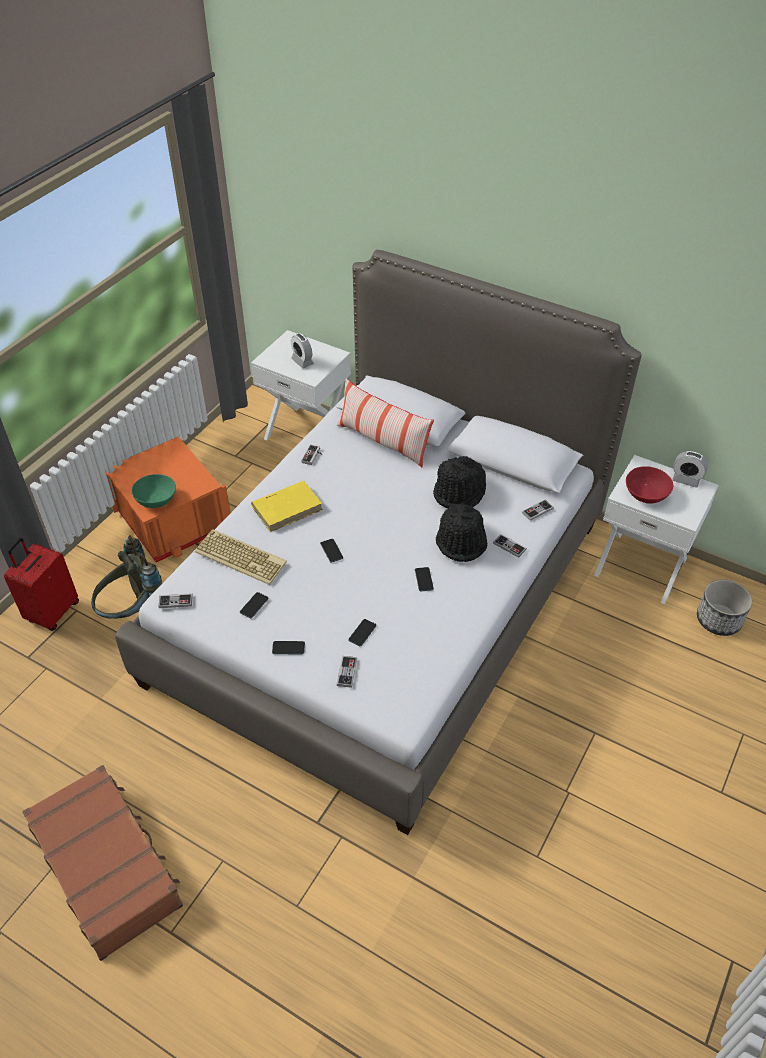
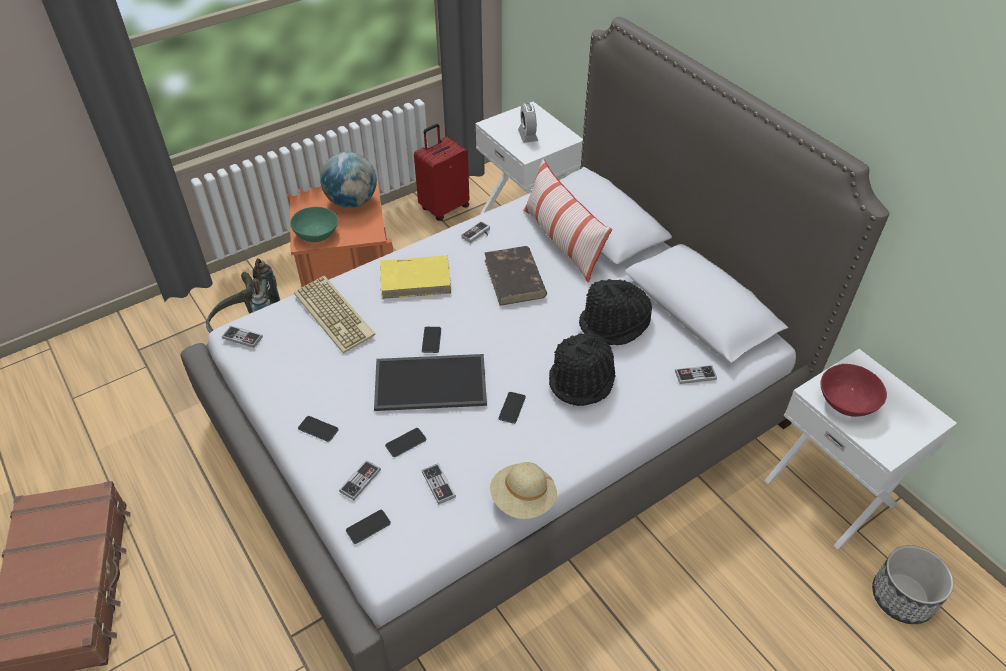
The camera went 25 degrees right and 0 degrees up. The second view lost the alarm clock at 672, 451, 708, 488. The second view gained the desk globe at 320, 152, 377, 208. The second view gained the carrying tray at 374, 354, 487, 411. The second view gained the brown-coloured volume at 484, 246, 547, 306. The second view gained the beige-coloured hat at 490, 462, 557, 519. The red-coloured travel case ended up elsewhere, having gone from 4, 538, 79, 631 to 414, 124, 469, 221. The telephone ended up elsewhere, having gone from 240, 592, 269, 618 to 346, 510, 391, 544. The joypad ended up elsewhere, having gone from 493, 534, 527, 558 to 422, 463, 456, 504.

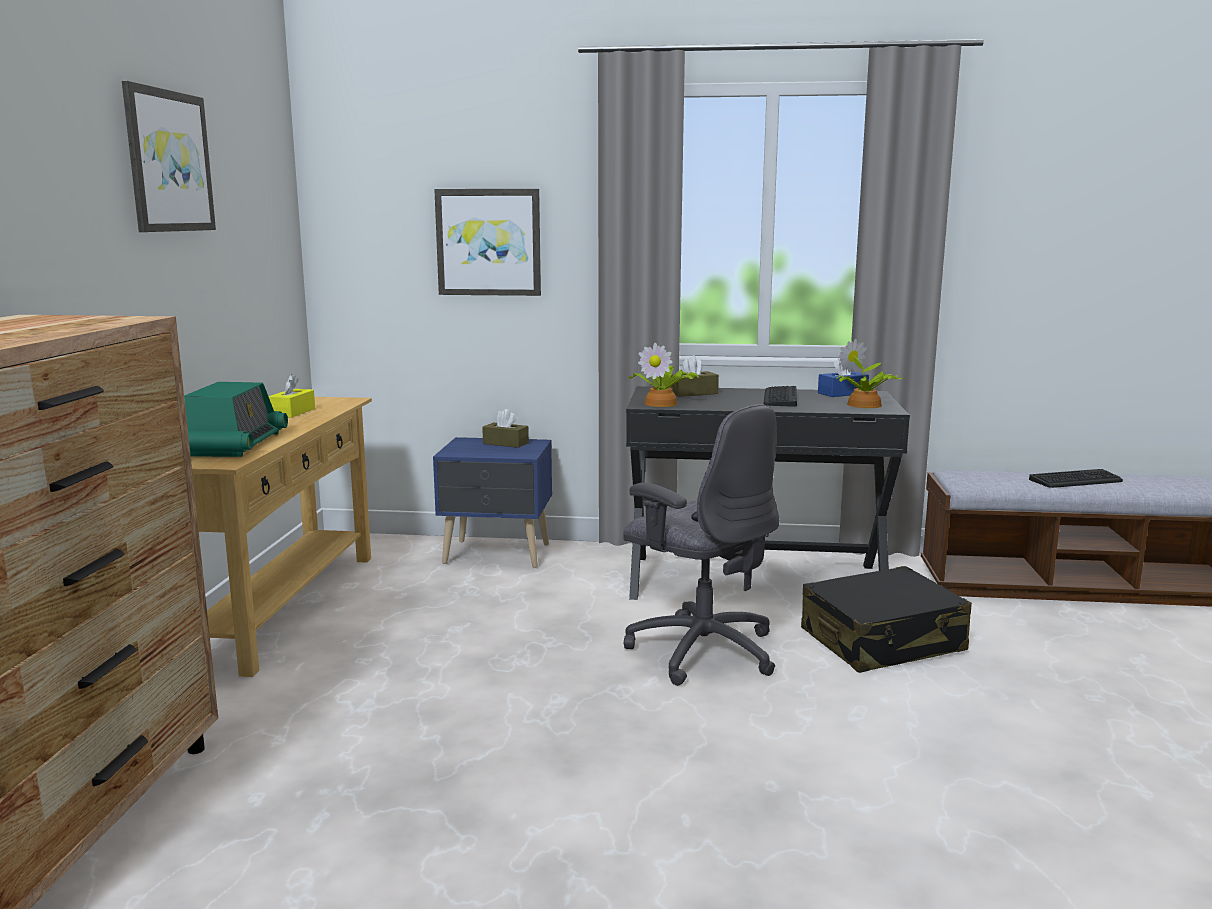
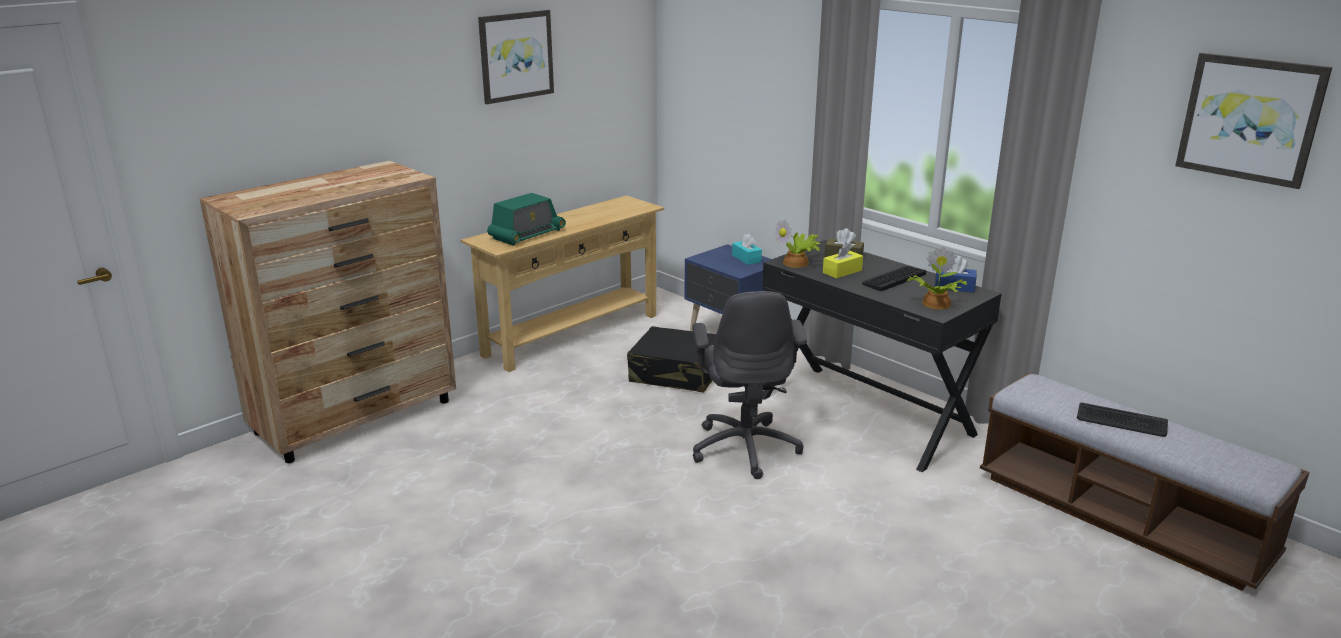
The camera went 40 degrees right and 10 degrees up. The yellowish tissue holder ended up elsewhere, having gone from 268, 374, 315, 418 to 823, 242, 863, 278. The wall art ended up elsewhere, having gone from 434, 189, 541, 296 to 1175, 53, 1332, 189. The black travel case ended up elsewhere, having gone from 801, 566, 972, 673 to 627, 326, 716, 392. What was the brown-coloured tissue holder at 482, 409, 529, 448 turned into the blue-green tissue holder at 732, 234, 762, 265.

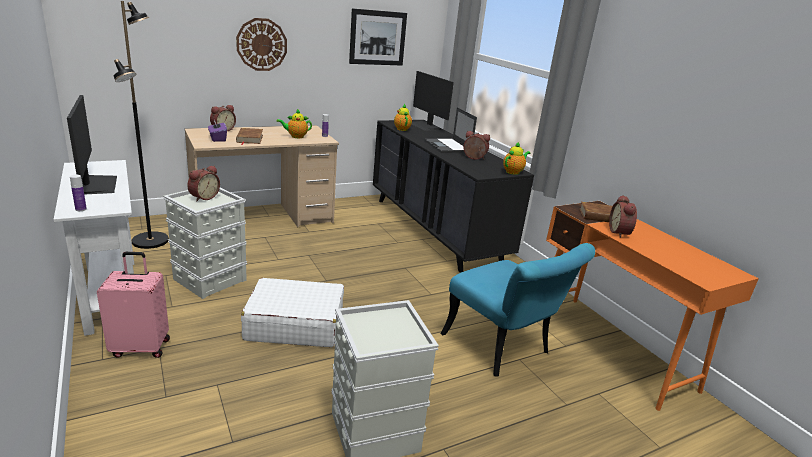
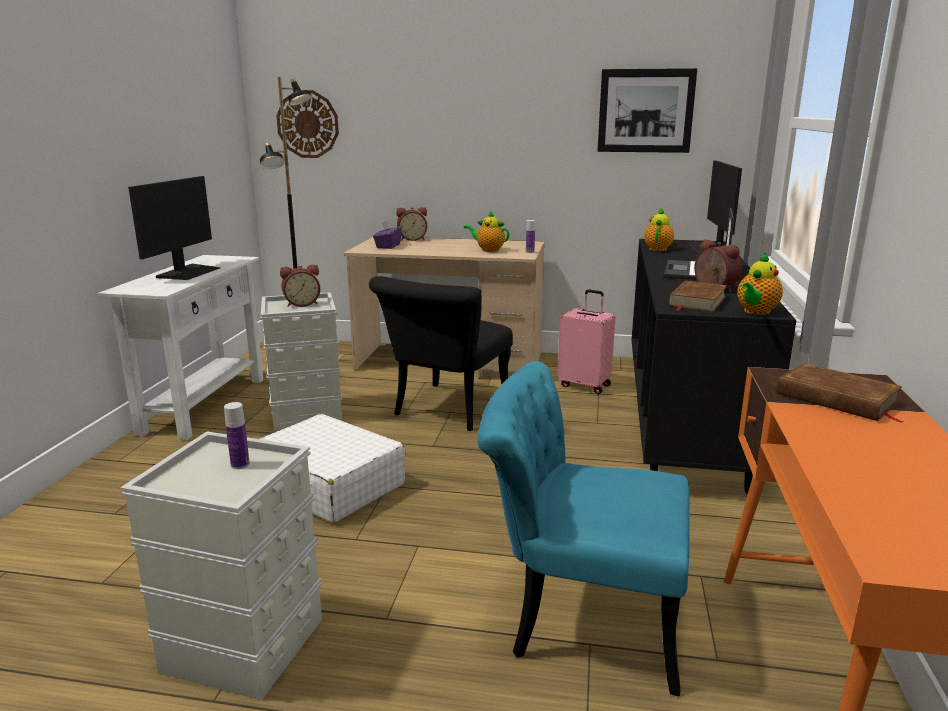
The camera went 40 degrees right and 5 degrees down. The second view lost the alarm clock at 609, 195, 637, 238. The second view gained the black plain chair at 369, 276, 513, 431. The bottle ended up elsewhere, having gone from 70, 175, 87, 211 to 224, 402, 250, 469. The pink-coloured travel case ended up elsewhere, having gone from 97, 252, 170, 358 to 557, 289, 615, 394. The hanging clock ended up elsewhere, having gone from 236, 18, 287, 71 to 276, 90, 339, 158. The brown-coloured volume ended up elsewhere, having gone from 236, 128, 263, 145 to 668, 281, 728, 312. The blue-green plain chair at 440, 243, 595, 377 ended up facing another way, 105 degrees clockwise from before. The teapot at 503, 142, 530, 175 ended up facing another way, 135 degrees clockwise from before.

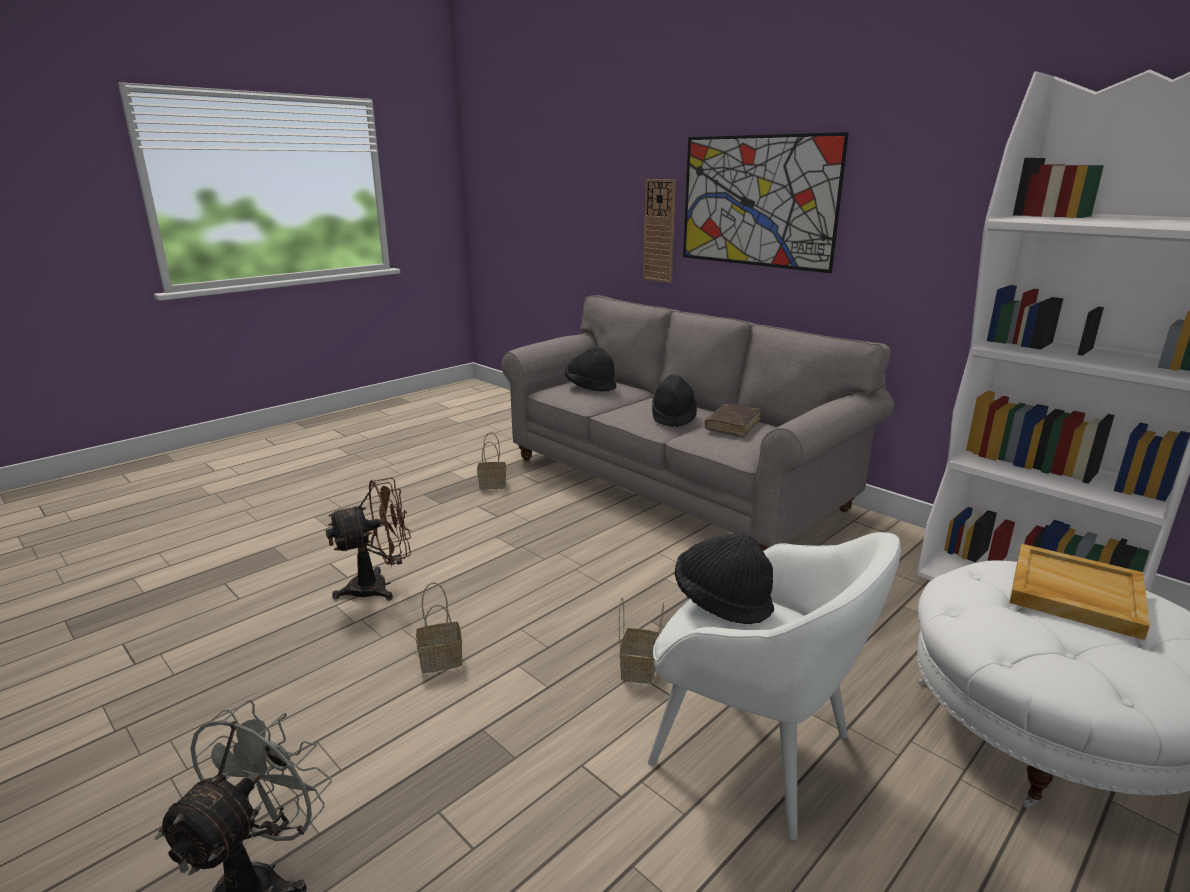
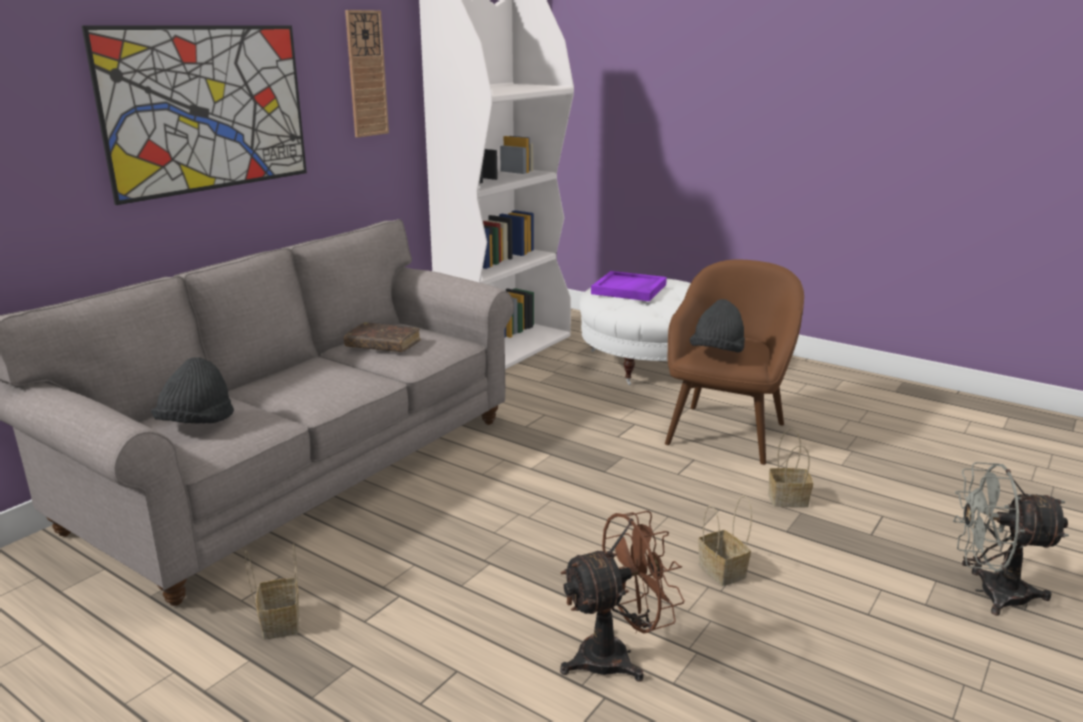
The camera went 100 degrees left and 0 degrees up. The second view lost the black hat at 652, 375, 697, 427. The storage basket ended up elsewhere, having gone from 619, 597, 664, 684 to 768, 429, 813, 508. The hanging clock ended up elsewhere, having gone from 643, 179, 676, 283 to 345, 10, 389, 138. What was the white armchair at 648, 532, 901, 840 turned into the brown-coloured armchair at 665, 260, 804, 465. What was the beige-coloured carrying tray at 1009, 543, 1150, 640 turned into the purple carrying tray at 591, 271, 667, 301. The brown-coloured cooling fan at 326, 477, 411, 600 ended up facing another way, 105 degrees clockwise from before.

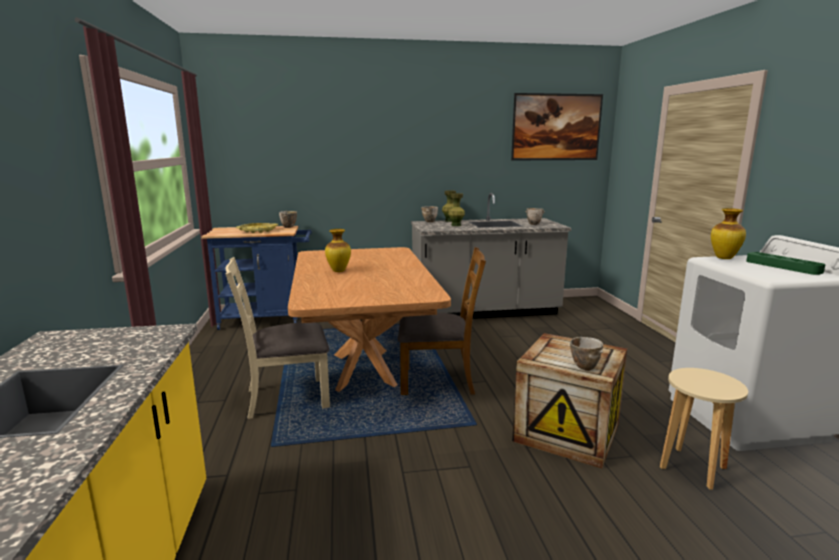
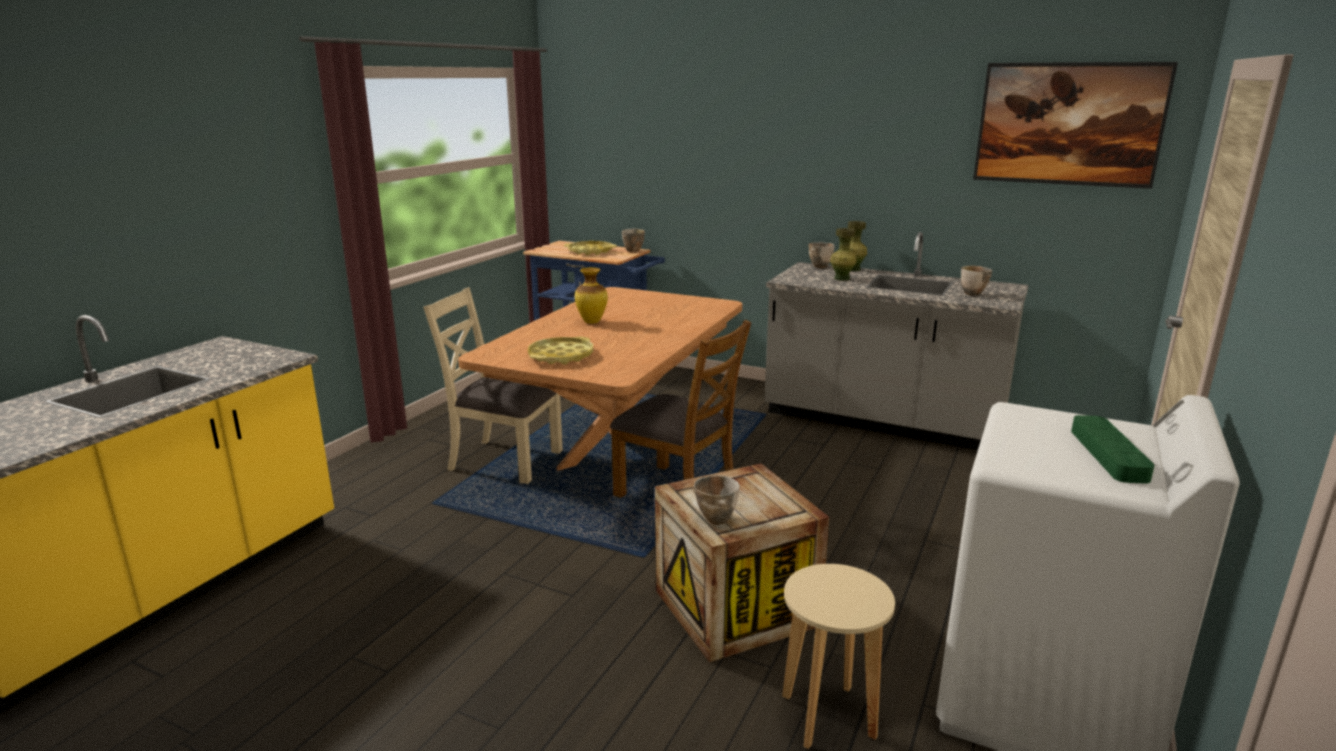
The camera went 35 degrees right and 5 degrees up. The second view lost the flower vase at 711, 208, 746, 259. The second view gained the yellowish carrying tray at 528, 337, 593, 365.

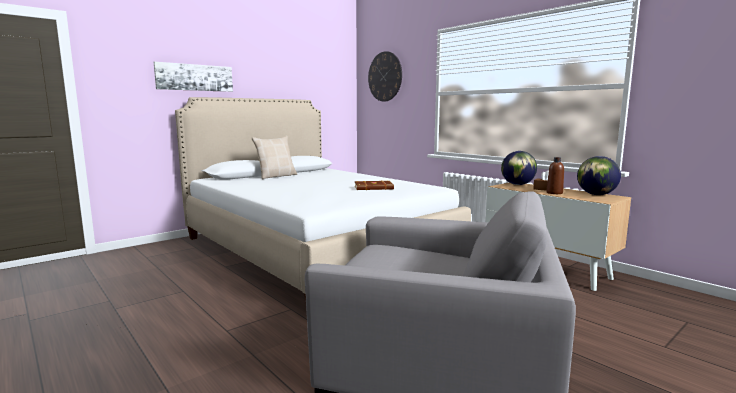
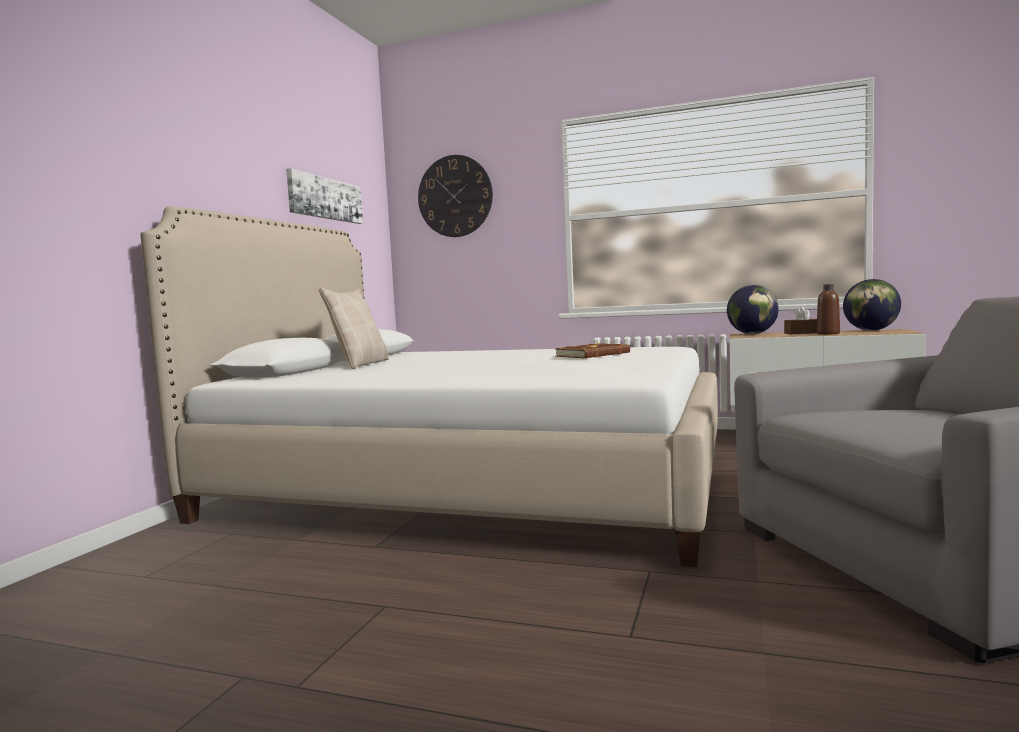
The camera went 30 degrees left and 5 degrees down. The wall art ended up elsewhere, having gone from 154, 62, 233, 92 to 286, 168, 363, 224.

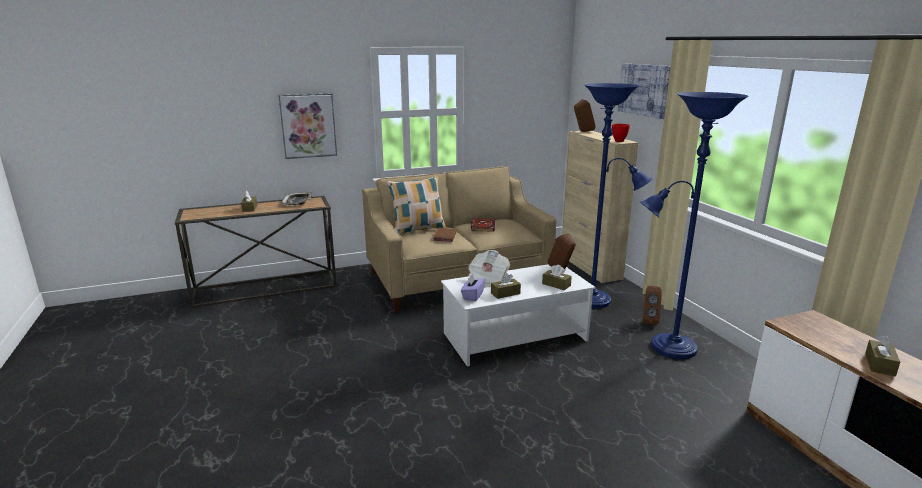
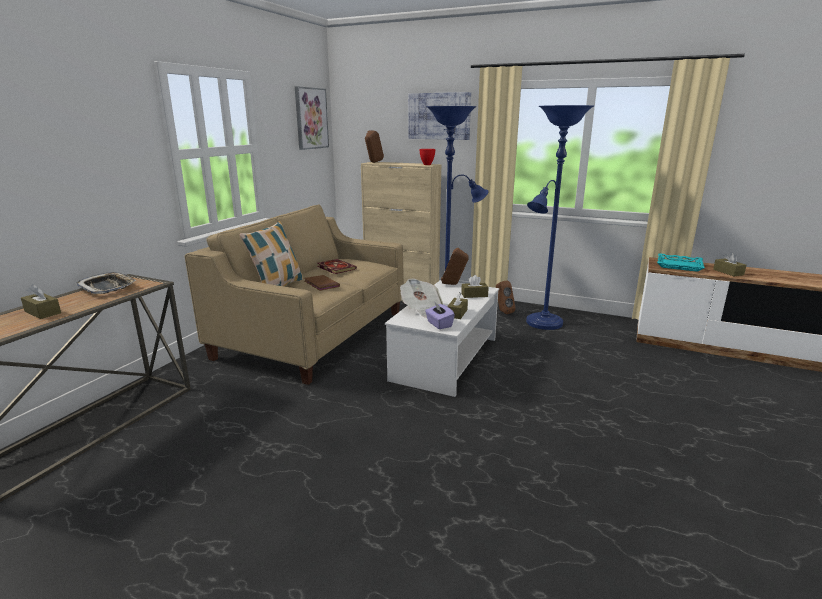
The camera went 45 degrees left and 0 degrees up. The second view gained the blue-green carrying tray at 657, 253, 705, 272. The wall art ended up elsewhere, having gone from 278, 93, 337, 159 to 295, 86, 329, 150.

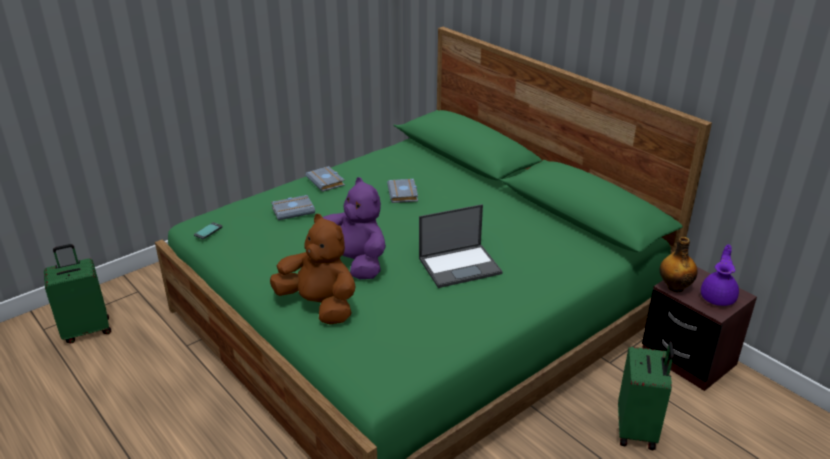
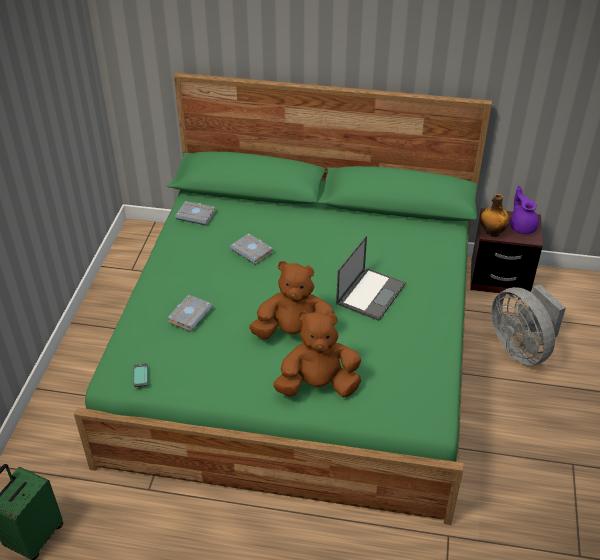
The camera went 40 degrees left and 10 degrees up. The greyish volume ended up elsewhere, having gone from 306, 166, 345, 192 to 175, 201, 216, 226. Where the green travel case stood at 618, 341, 674, 450, the greyish cooling fan came to stand at 492, 284, 566, 365. What was the purple cuddly toy at 323, 177, 386, 279 turned into the brown-coloured cuddly toy at 249, 261, 334, 340.

